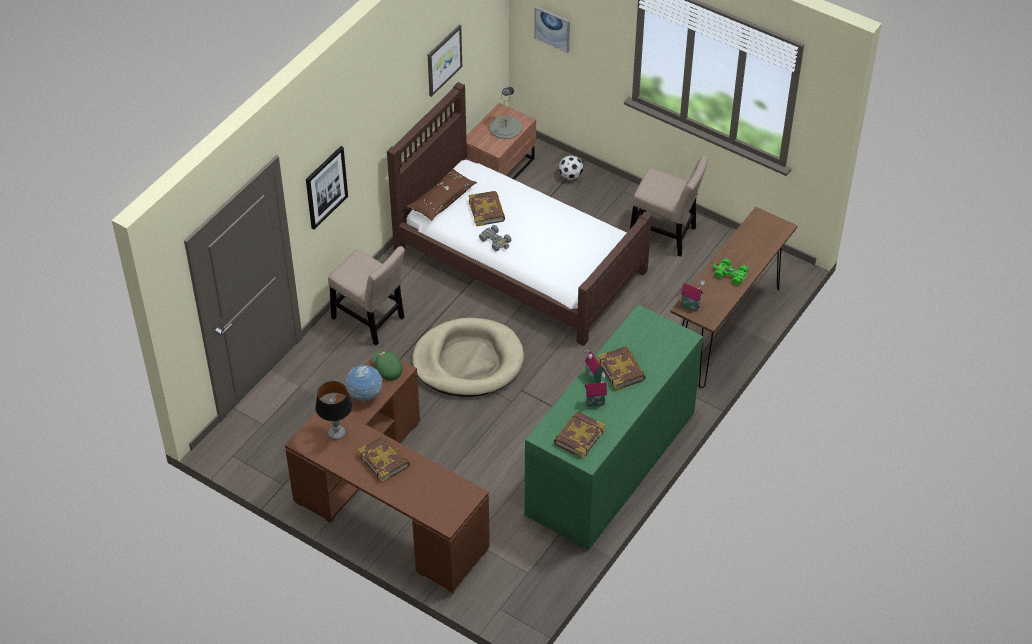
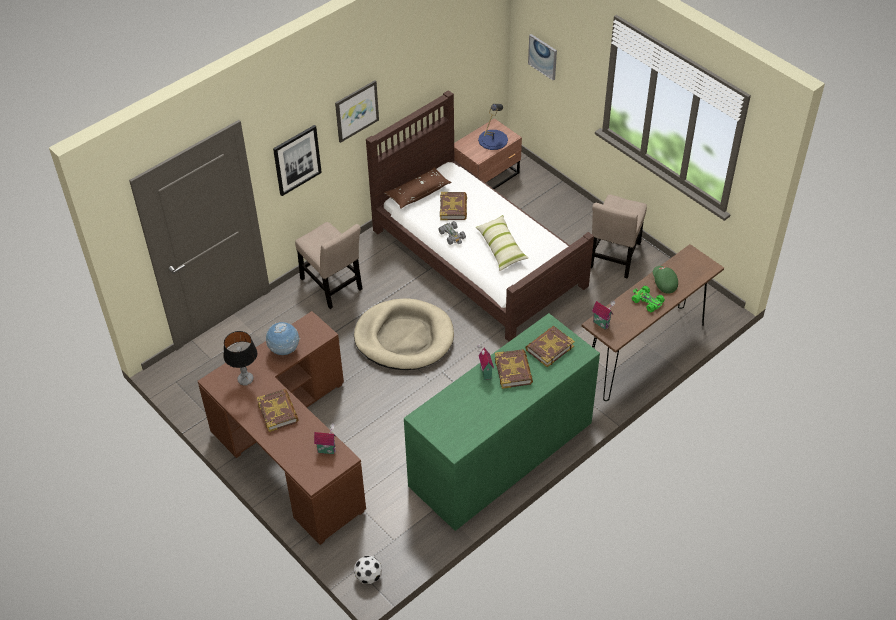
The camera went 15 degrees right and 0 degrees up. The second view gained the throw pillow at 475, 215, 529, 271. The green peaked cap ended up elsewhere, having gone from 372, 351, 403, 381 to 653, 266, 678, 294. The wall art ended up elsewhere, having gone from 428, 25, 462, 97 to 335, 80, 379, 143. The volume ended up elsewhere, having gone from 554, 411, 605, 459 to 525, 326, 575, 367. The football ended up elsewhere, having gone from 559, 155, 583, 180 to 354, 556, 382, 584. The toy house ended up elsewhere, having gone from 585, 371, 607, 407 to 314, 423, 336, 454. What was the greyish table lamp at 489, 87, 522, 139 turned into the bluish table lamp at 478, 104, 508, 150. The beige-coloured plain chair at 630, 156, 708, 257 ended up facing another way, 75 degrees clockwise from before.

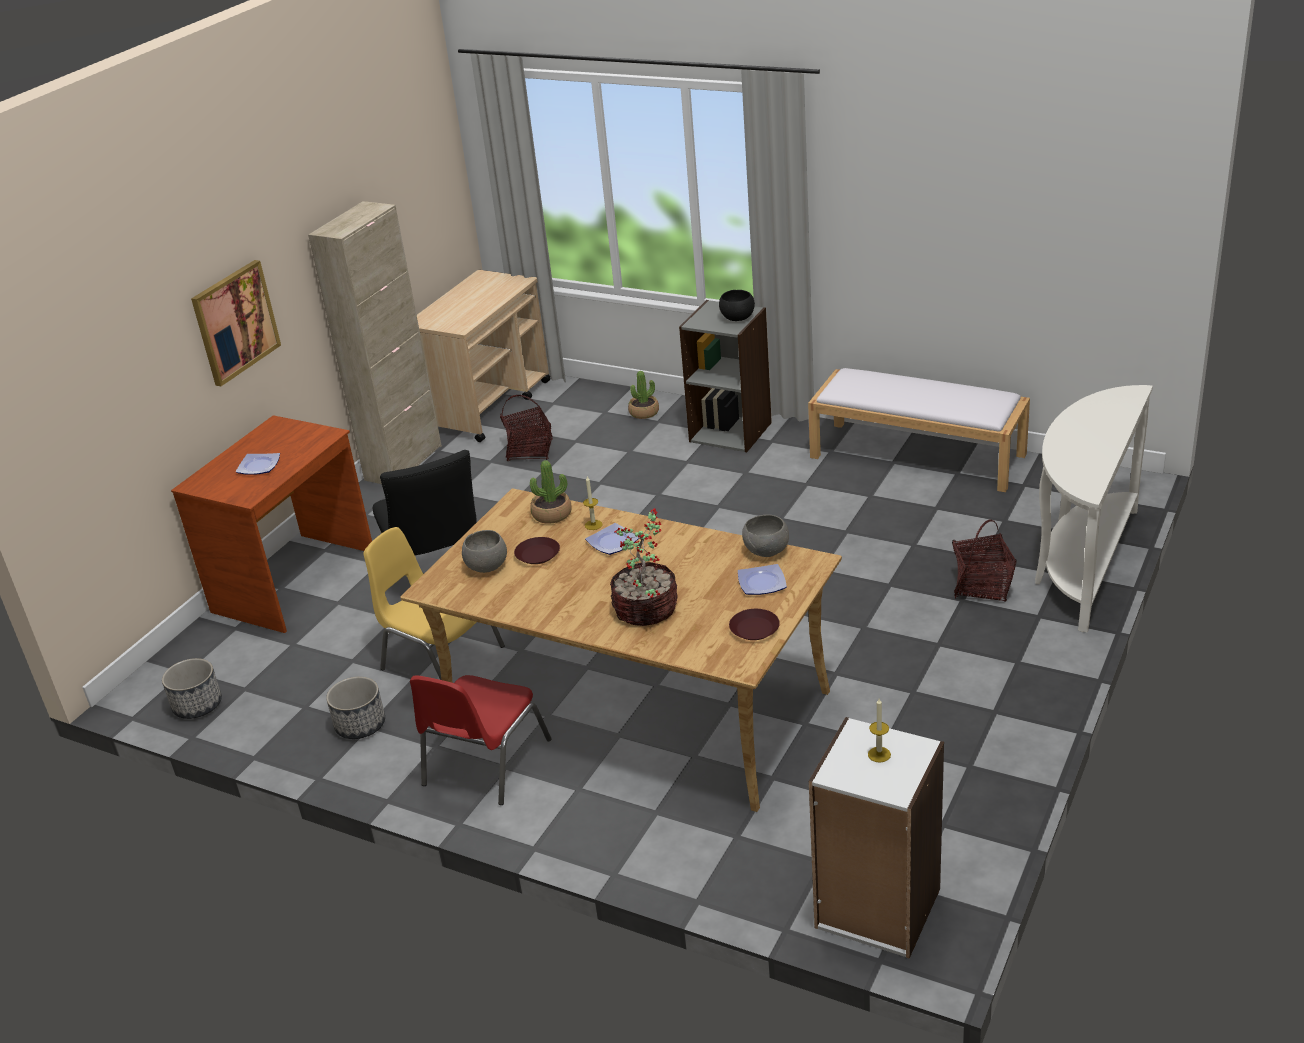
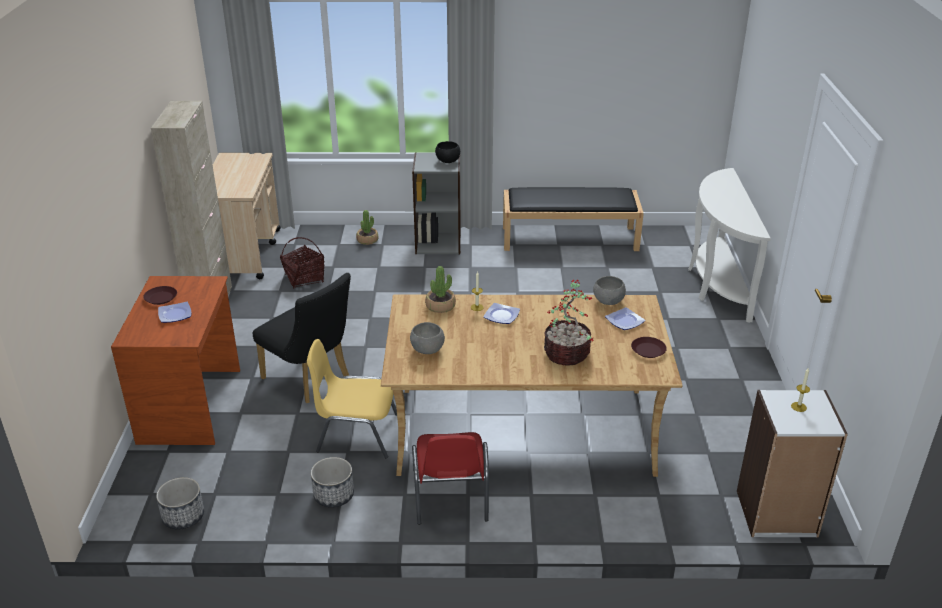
The camera went 30 degrees left and 0 degrees up. The second view lost the wall art at 191, 260, 281, 386. The second view lost the storage basket at 952, 519, 1017, 602. The brown-coloured dinner plate ended up elsewhere, having gone from 514, 537, 560, 564 to 143, 286, 177, 305. What was the white long seat at 808, 368, 1030, 492 turned into the black long seat at 503, 187, 644, 251.

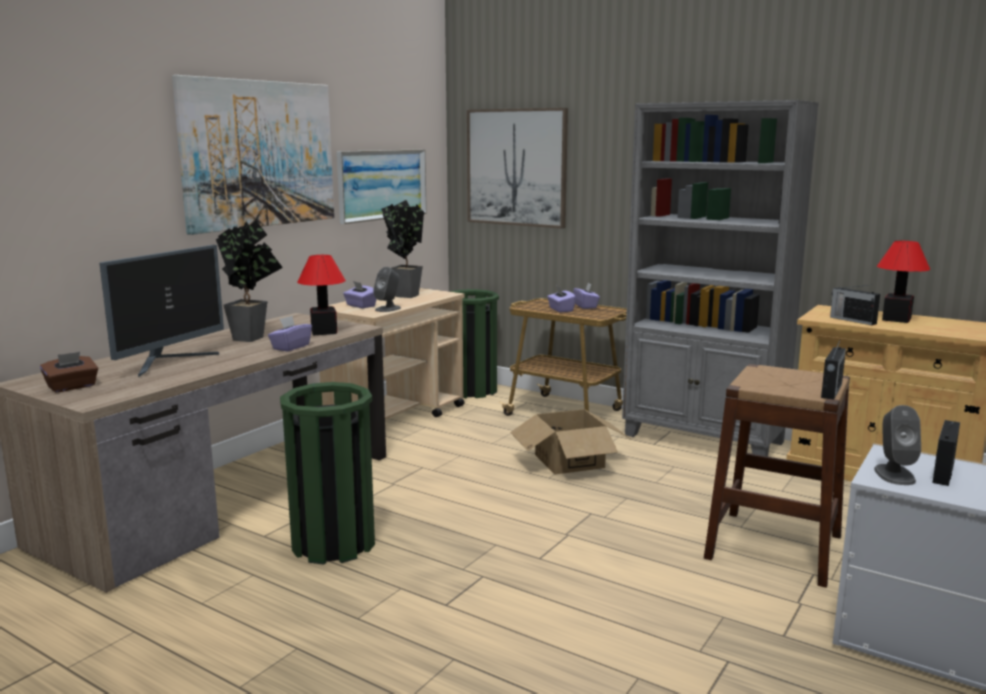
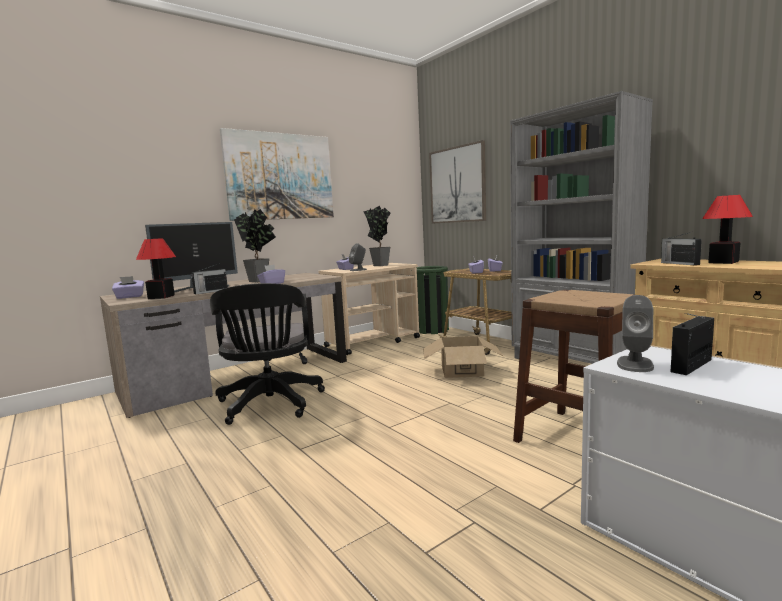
The camera went 20 degrees right and 5 degrees down. The second view lost the wall art at 337, 149, 427, 224. The table lamp ended up elsewhere, having gone from 297, 255, 346, 336 to 136, 238, 176, 299. The radio ended up elsewhere, having gone from 821, 341, 846, 400 to 191, 263, 228, 294. Where the green rubbish bin stood at 280, 382, 375, 565, the black office chair came to stand at 210, 283, 325, 425. What was the brown-coloured tissue holder at 40, 352, 99, 392 turned into the purple tissue holder at 112, 276, 144, 299.

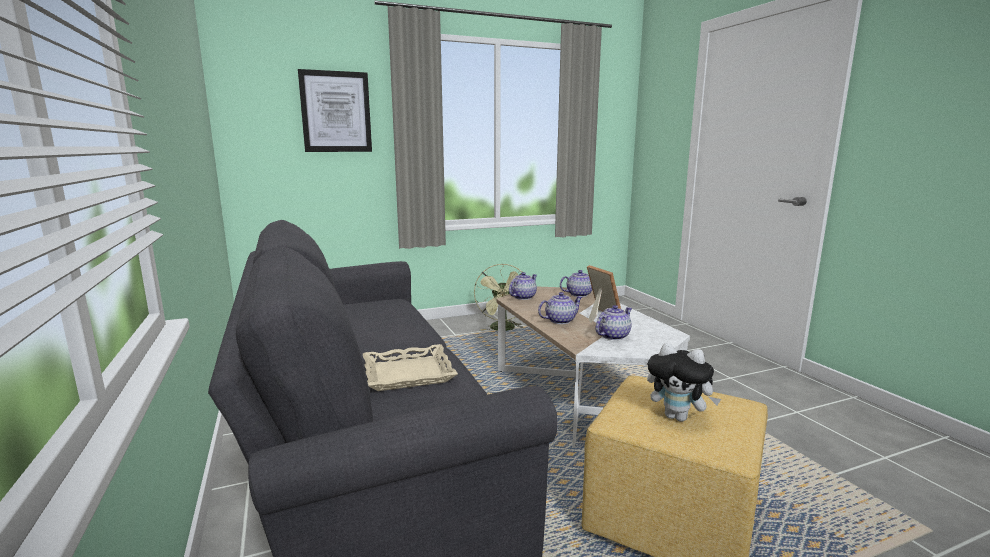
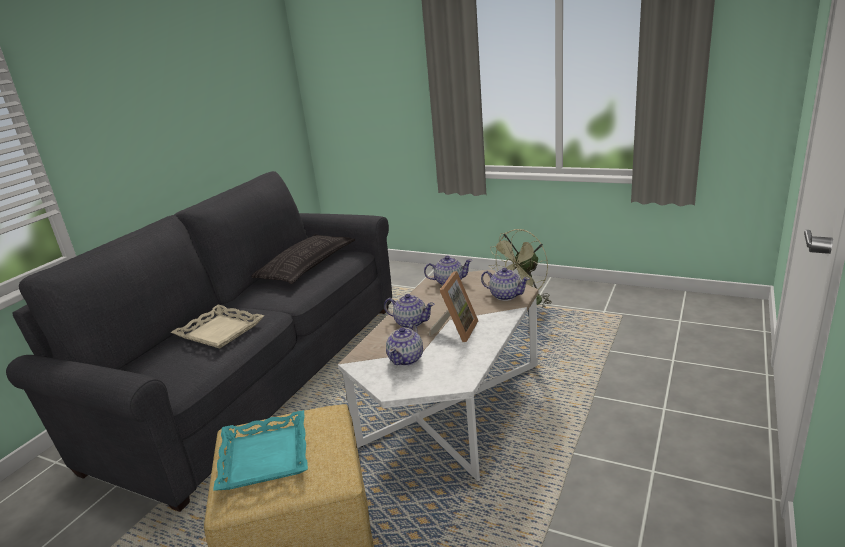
The camera went 50 degrees right and 10 degrees up. The second view lost the wall art at 298, 69, 372, 152. The second view gained the throw pillow at 251, 234, 355, 284. Where the cuddly toy stood at 647, 343, 721, 422, the blue-green carrying tray came to stand at 213, 410, 308, 491. The teapot at 595, 305, 632, 340 ended up facing another way, 105 degrees clockwise from before.

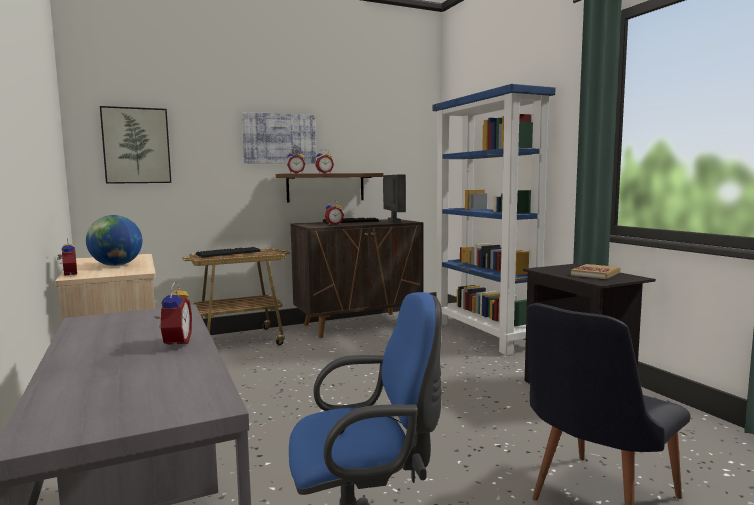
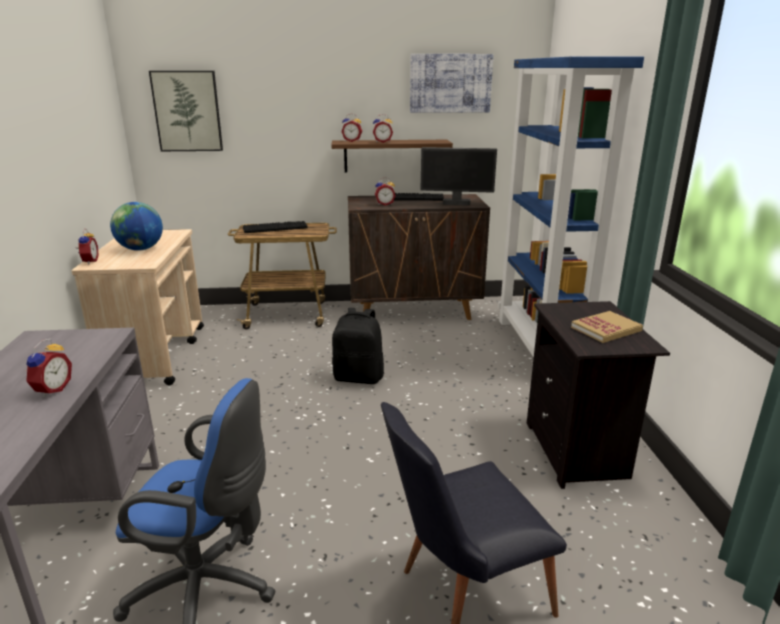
The camera went 20 degrees right and 15 degrees up. The second view gained the black knapsack at 332, 308, 384, 384. The wall art ended up elsewhere, having gone from 242, 112, 316, 164 to 410, 54, 493, 113. The monitor at 383, 174, 406, 223 ended up facing another way, 90 degrees clockwise from before.

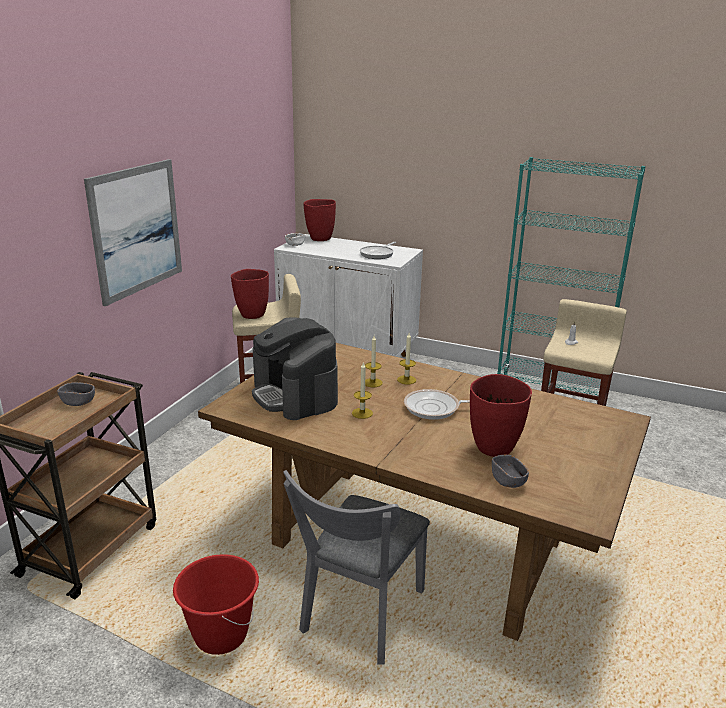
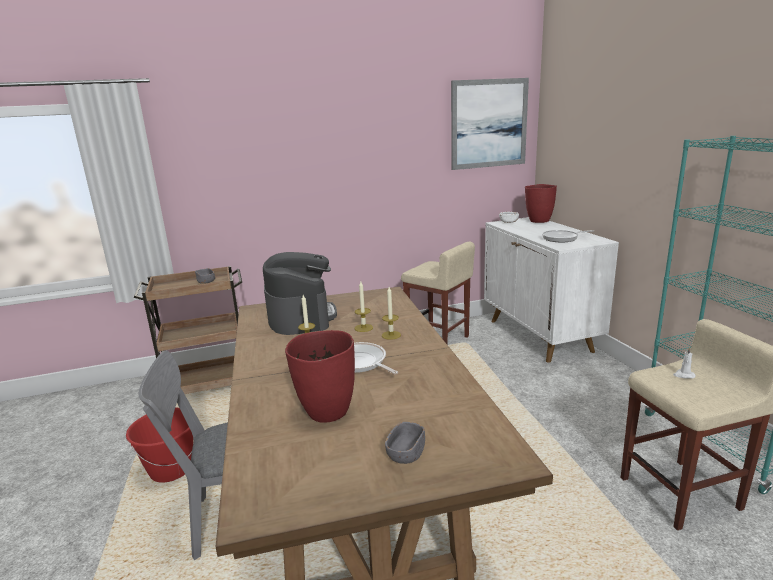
The camera went 50 degrees right and 5 degrees down. The second view lost the red-coloured flower vase at 231, 269, 269, 319. The wall art ended up elsewhere, having gone from 84, 159, 182, 306 to 451, 78, 529, 170. The greyish bowl ended up elsewhere, having gone from 492, 455, 529, 488 to 385, 422, 425, 464. The coffee maker at 252, 317, 338, 420 ended up facing another way, 150 degrees clockwise from before.

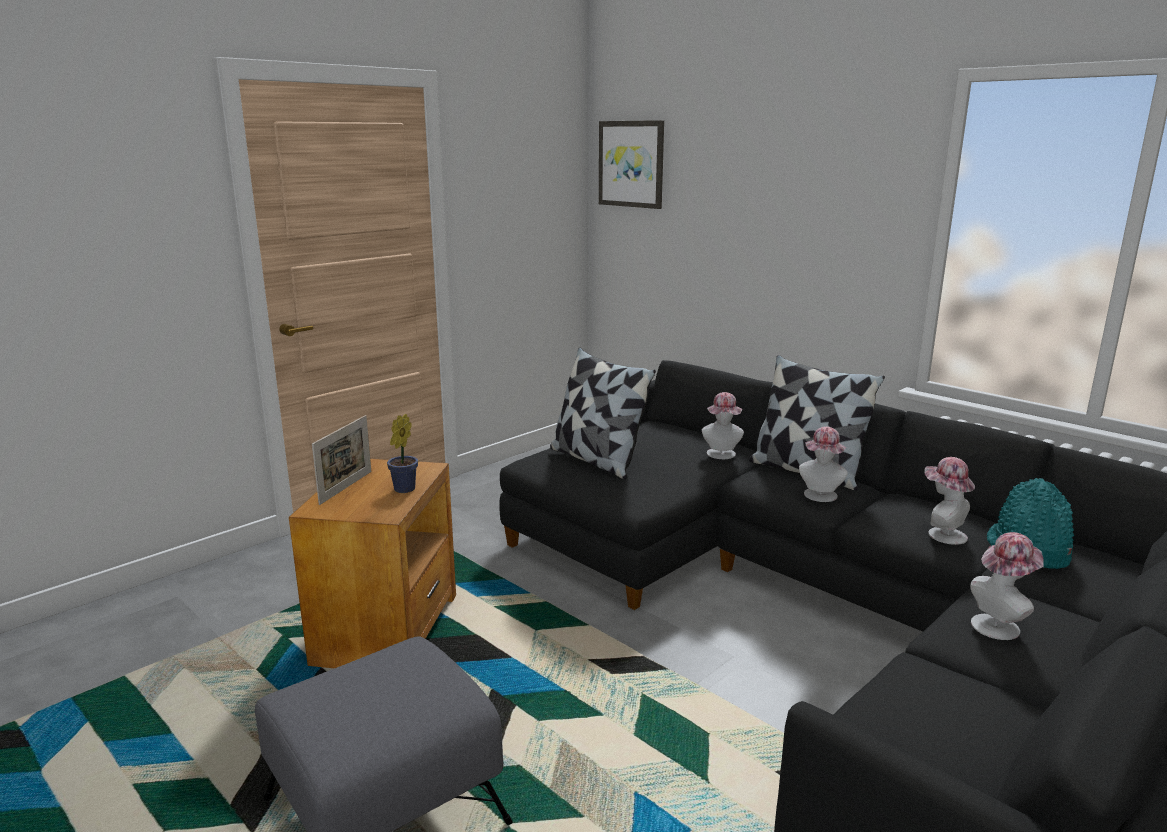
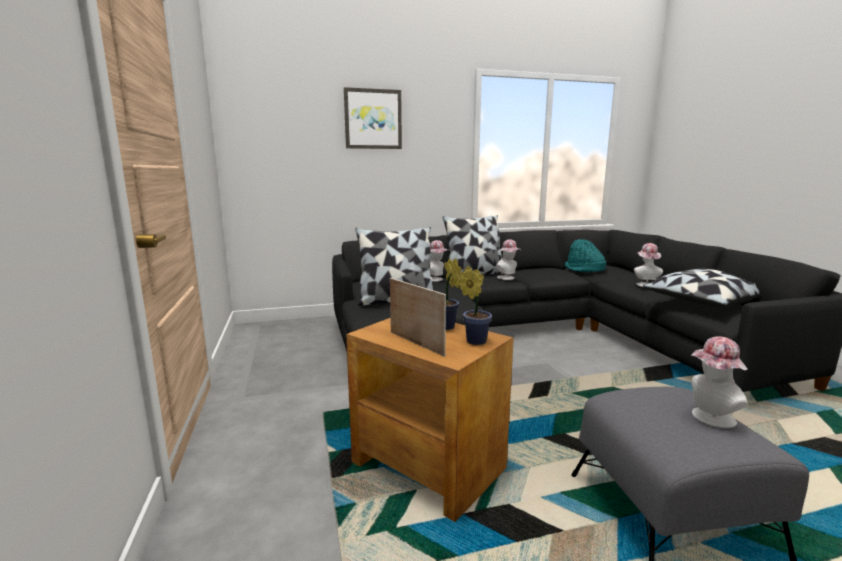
The camera went 60 degrees left and 5 degrees down. The second view gained the plant in a pot at 458, 266, 492, 345. The second view gained the throw pillow at 643, 269, 759, 307. The wall art ended up elsewhere, having gone from 599, 120, 664, 209 to 344, 87, 402, 149. The hat ended up elsewhere, having gone from 924, 457, 975, 545 to 691, 336, 748, 429.

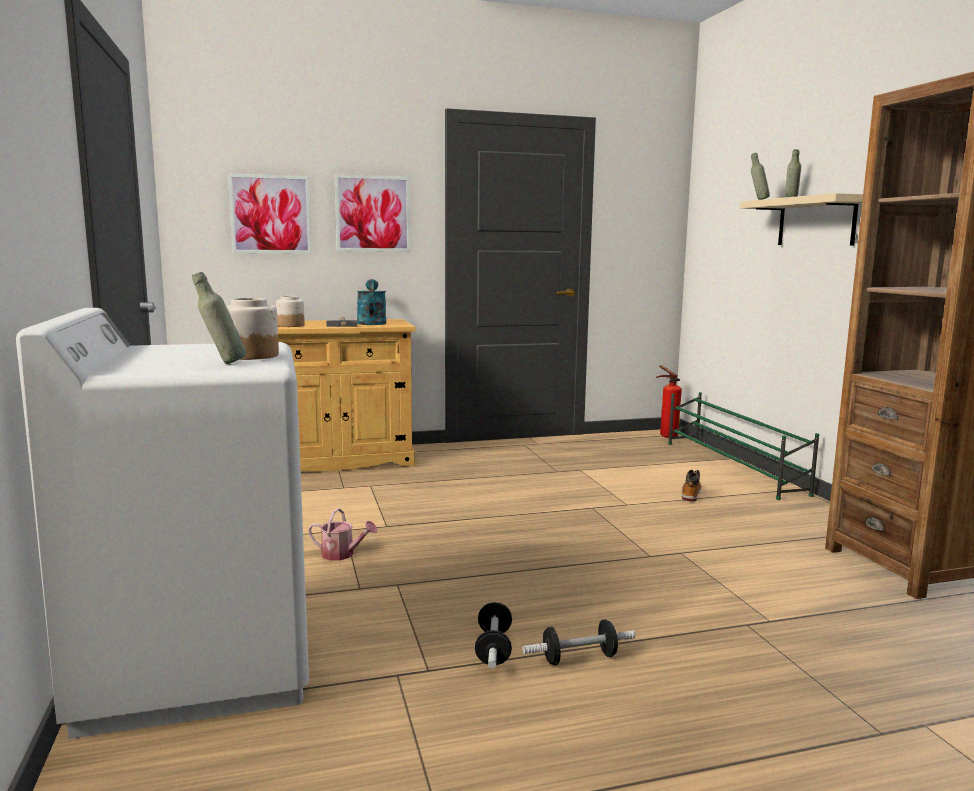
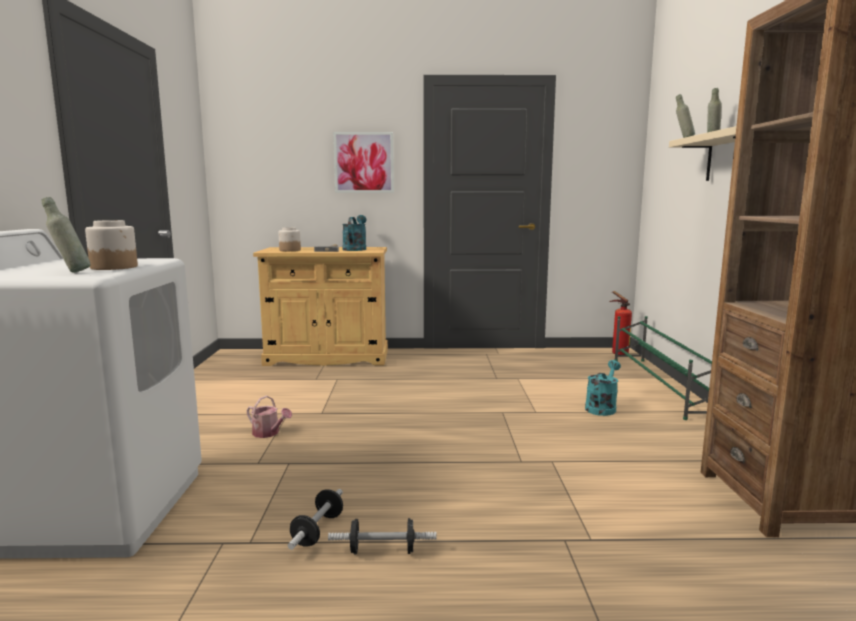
The camera went 15 degrees right and 0 degrees up. The second view lost the wall art at 228, 174, 312, 254. Where the tall boot stood at 682, 469, 701, 502, the blue-green watering pot came to stand at 585, 360, 621, 416.

